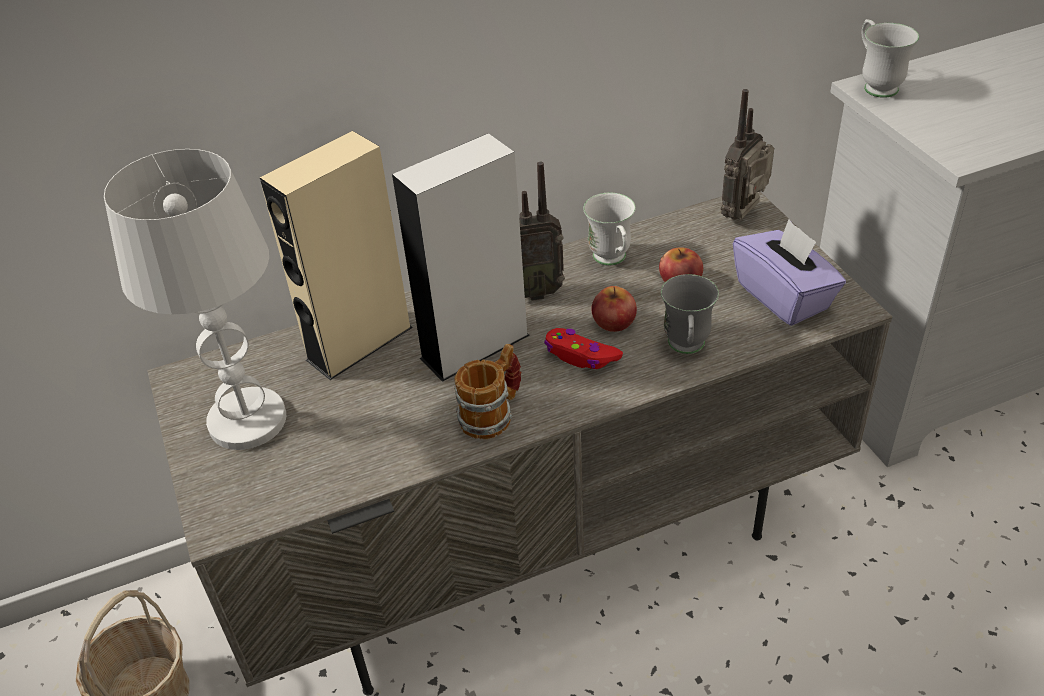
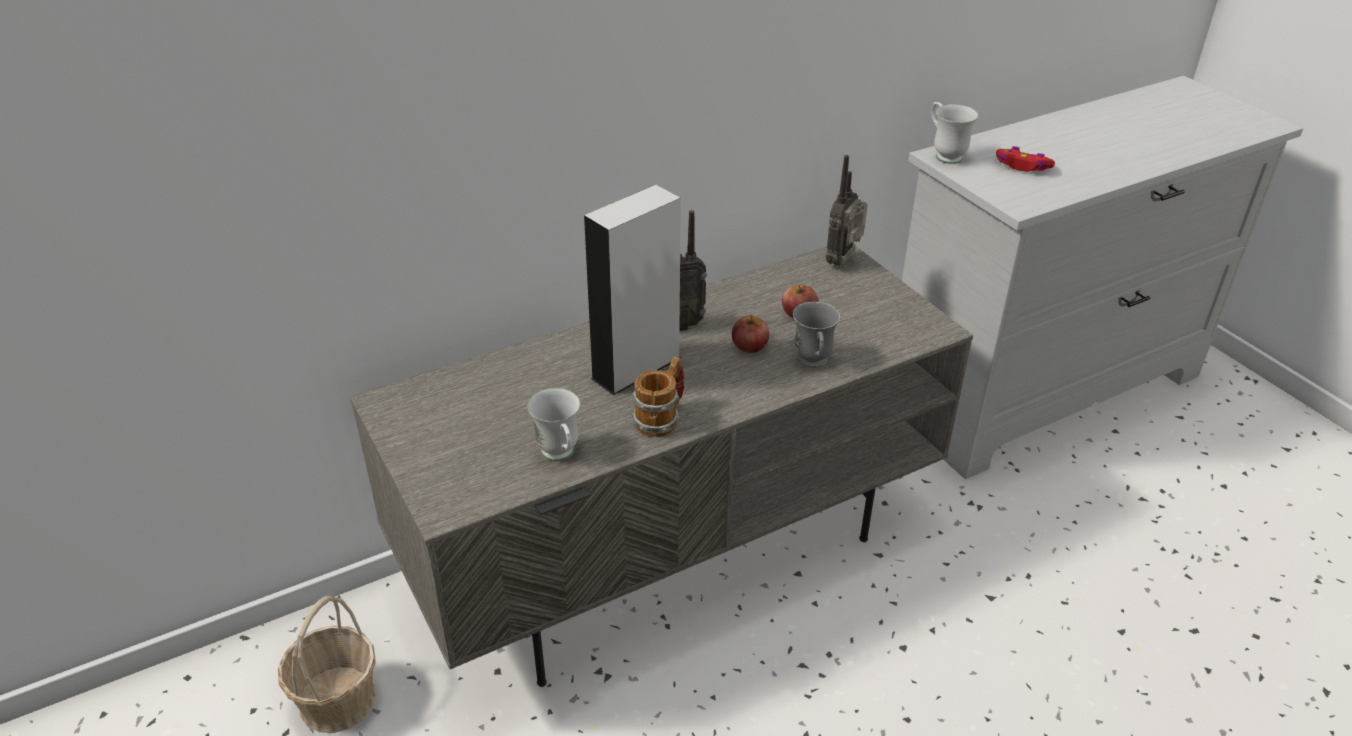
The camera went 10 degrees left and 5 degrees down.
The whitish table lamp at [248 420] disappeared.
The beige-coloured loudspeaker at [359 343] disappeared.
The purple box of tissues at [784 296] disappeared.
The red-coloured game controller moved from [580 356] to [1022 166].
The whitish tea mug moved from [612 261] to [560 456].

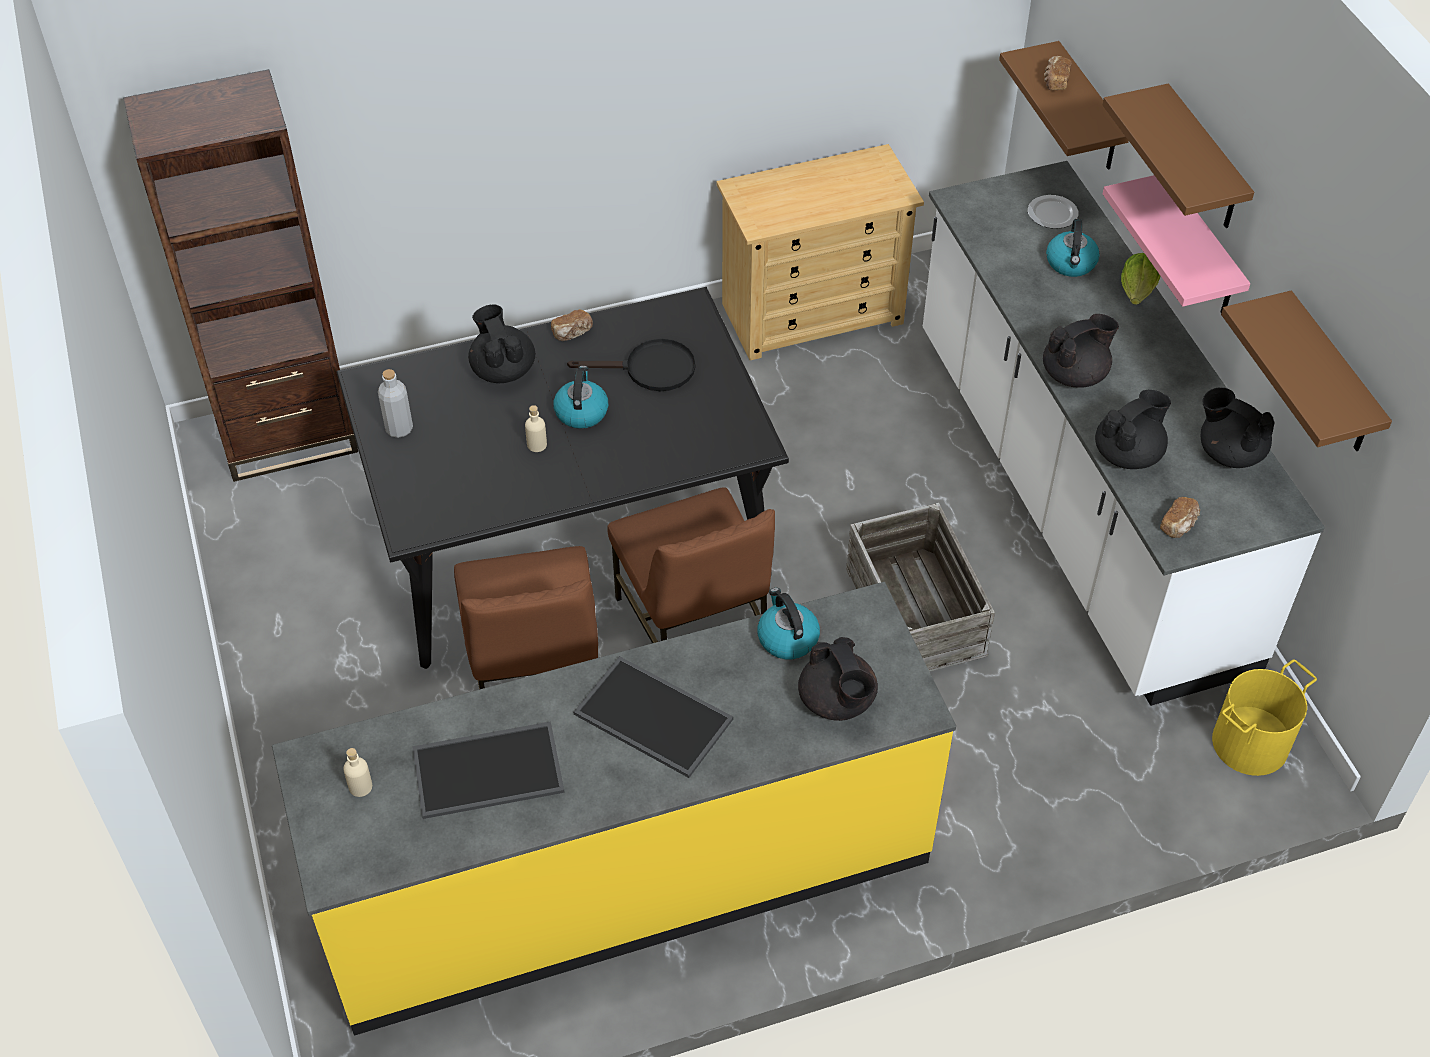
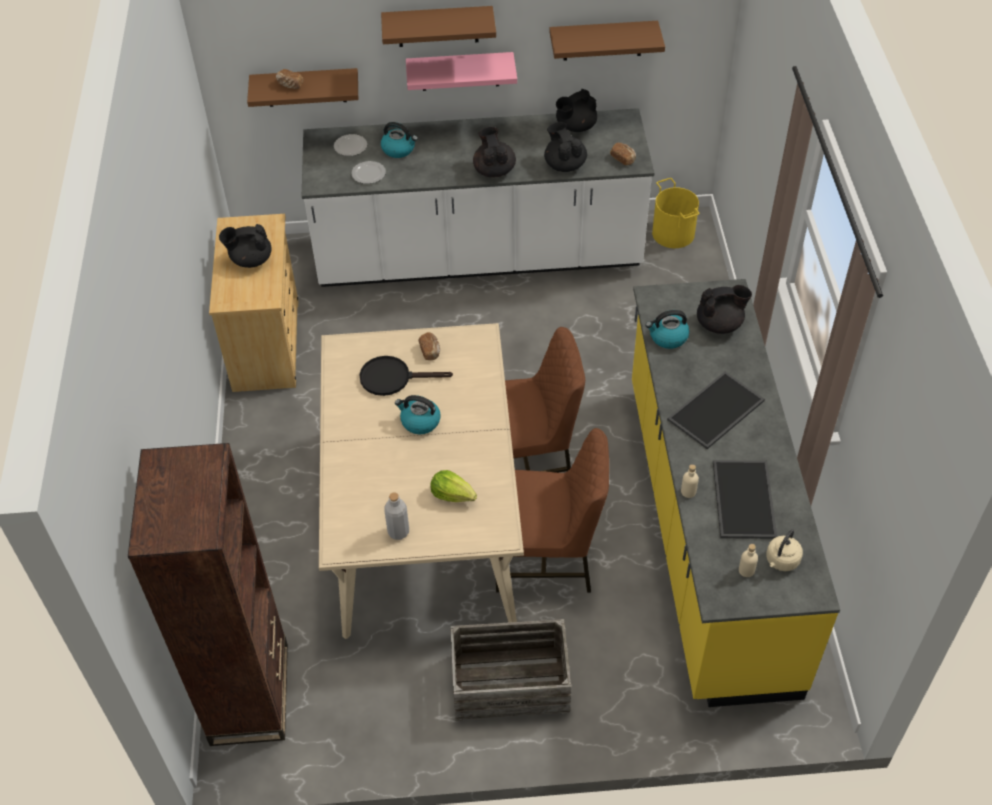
The camera went 75 degrees left and 0 degrees up.
The flat dish at [369 173] appeared.
The beige-coloured water kettle at [781 561] appeared.
The black pot for tea moved from [503 369] to [250 260].
The beige-coloured drink bottle moved from [537 445] to [688 491].
The bakery bread moved from [572 333] to [430 351].
The shipping crate moved from [913 612] to [510 684].
The lettuce head moved from [1137 291] to [453 494].
The black dining table at [571 537] became the beige-coloured dining table at [423 517].
The black skillet at [650 369] turned 105 degrees counterclockwise.

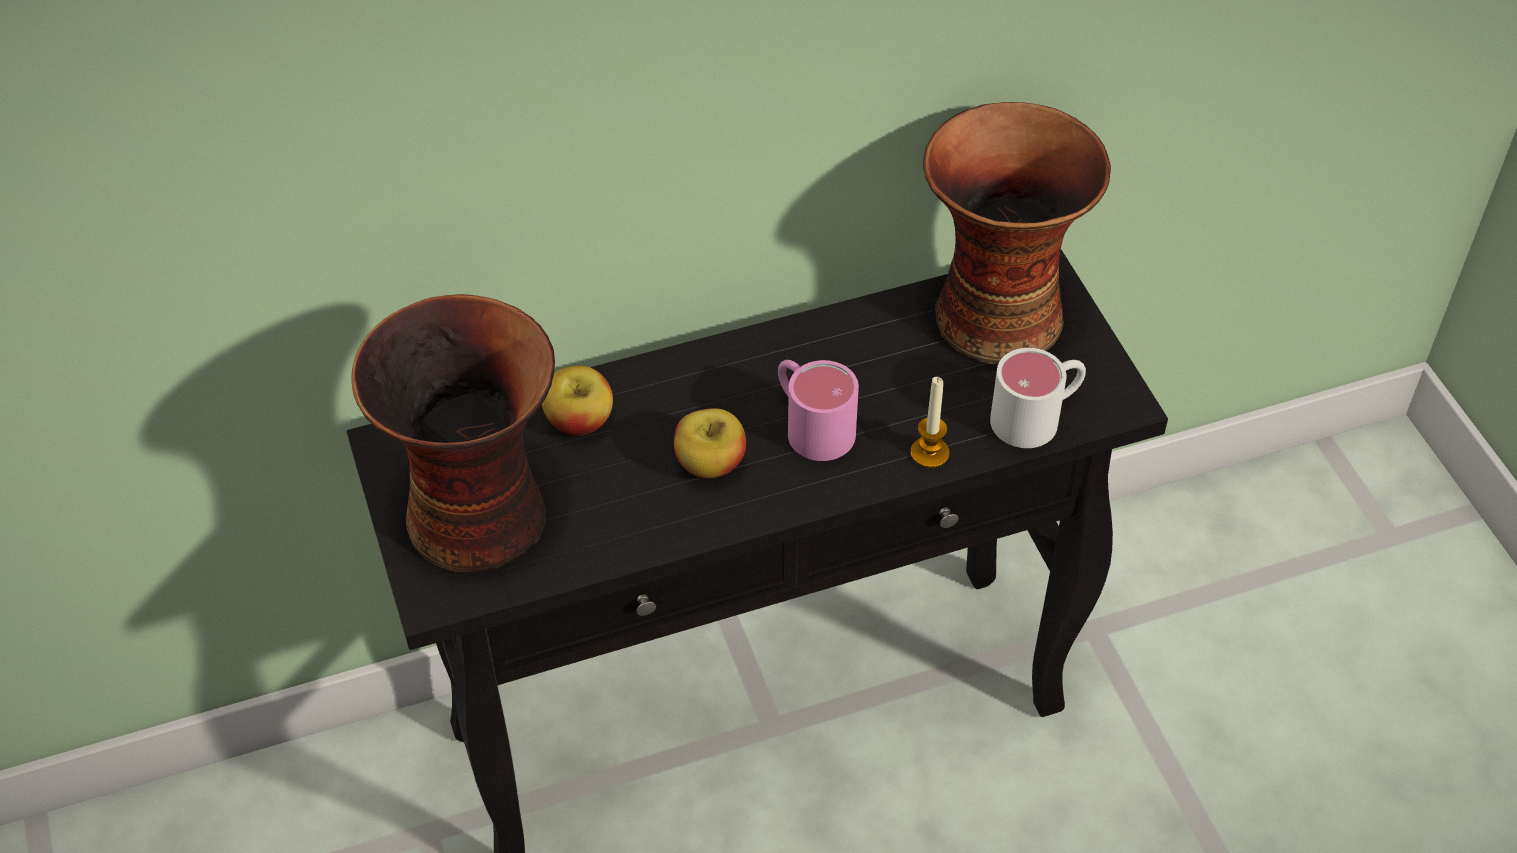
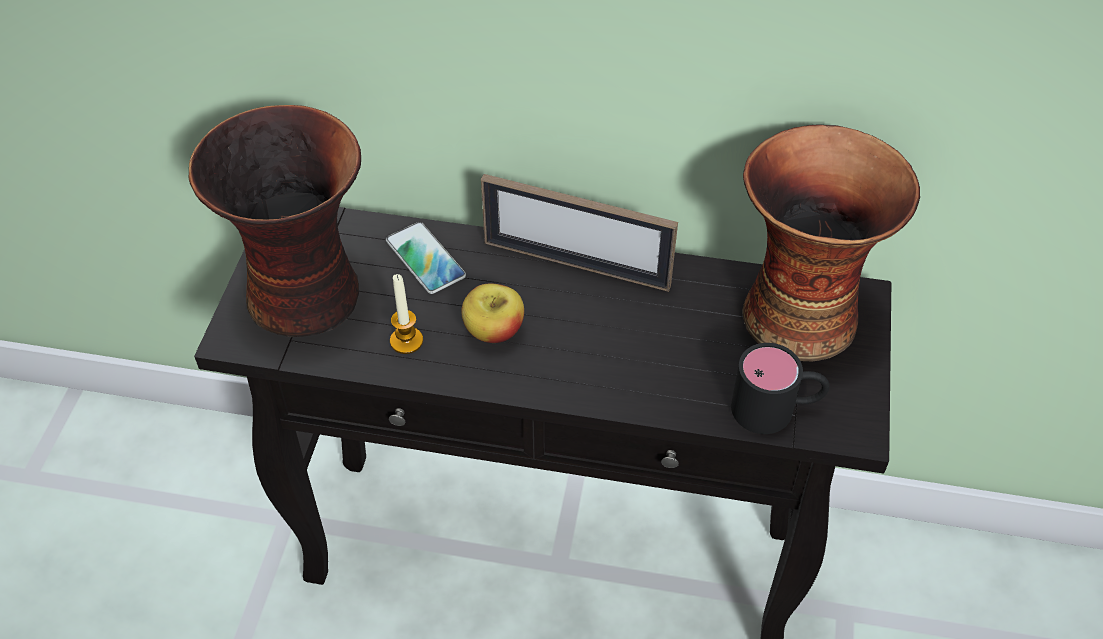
The camera went 30 degrees right and 0 degrees up.
The pink tea mug at [811 424] disappeared.
The standing frame at [576 264] appeared.
The wax light moved from [929 453] to [406 341].
The whole apple at [579 421] was replaced by the phone at [425 259].
The whitish tea mug at [1038 416] became the black tea mug at [776 409].

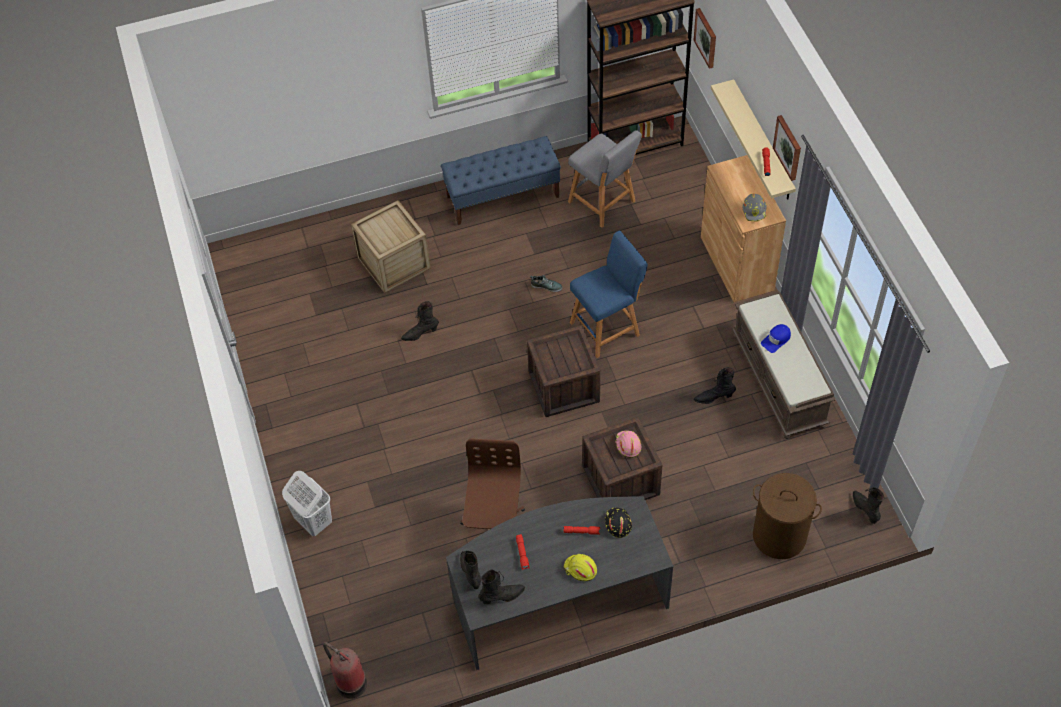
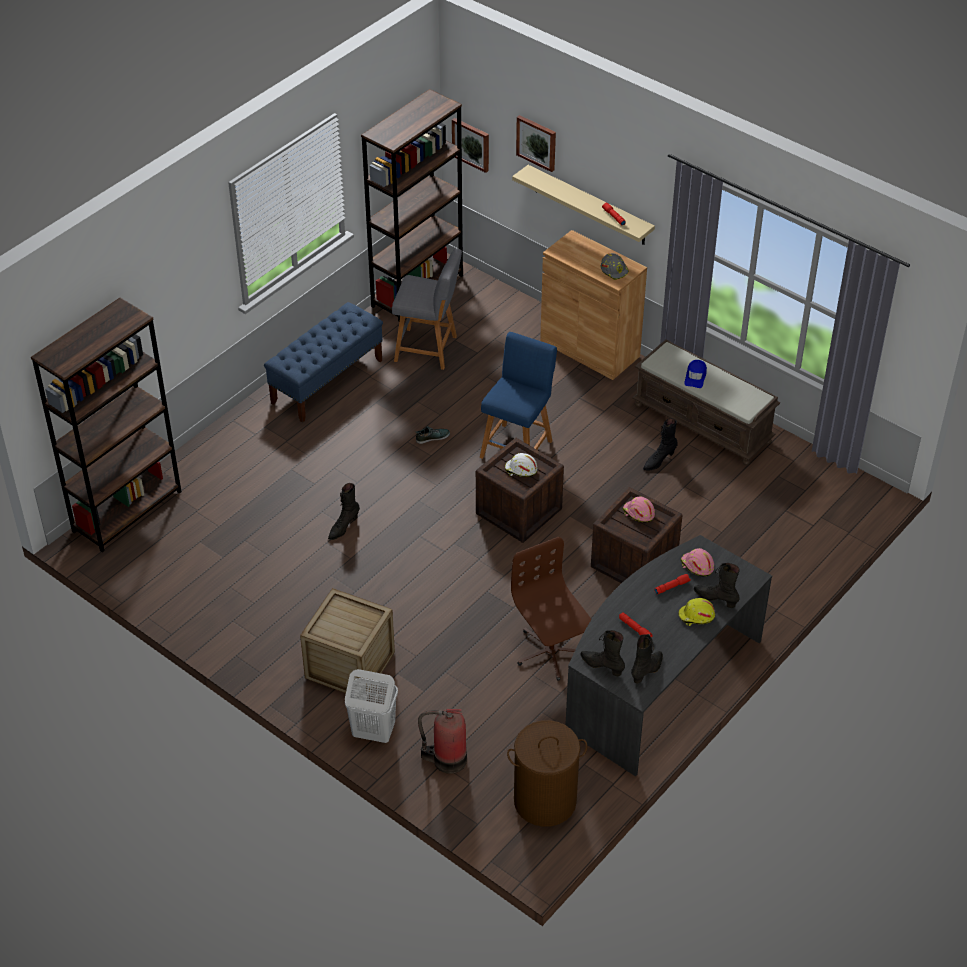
The camera went 35 degrees left and 10 degrees down.
The brownish shelving unit at [127 511] appeared.
The whitish work helmet at [521 470] appeared.
The fire extinguisher moved from [349 682] to [447 759].
The shipping crate moved from [394 263] to [350 665].
The brownish laundry basket moved from [779 535] to [544 801].
The picture moved from [788 147] to [537 142].
The black tall boot moved from [865 509] to [715 599].
The black work helmet at [617 523] became the pink work helmet at [697 566].

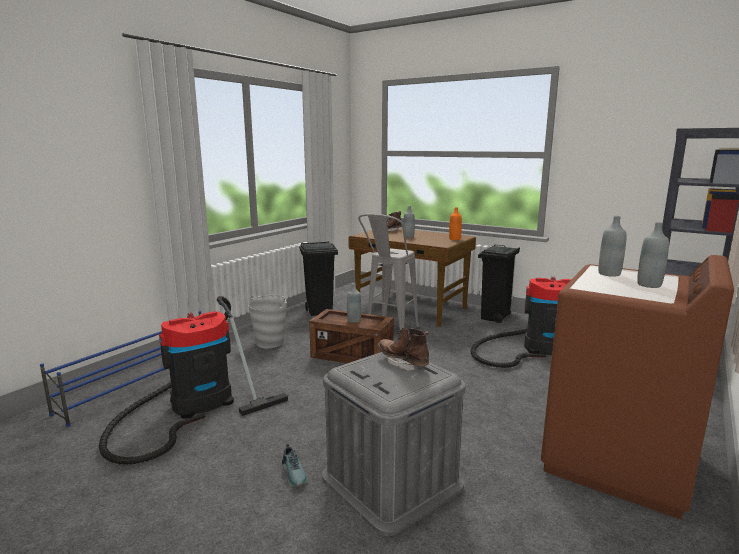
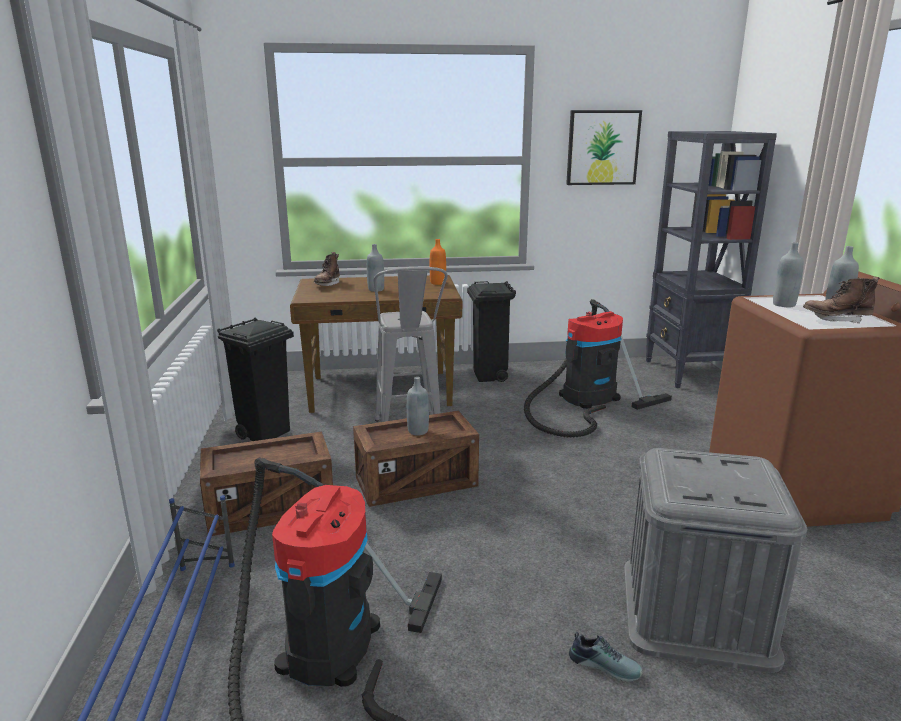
The camera went 40 degrees left and 5 degrees up.
The picture at [602 147] appeared.
The brownish tall boot moved from [402 363] to [836 320].
The greyish bucket at [270 342] was replaced by the shipping crate at [271 509].

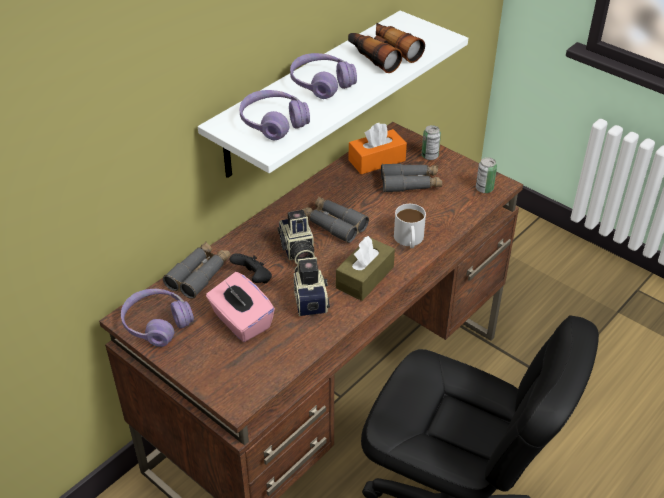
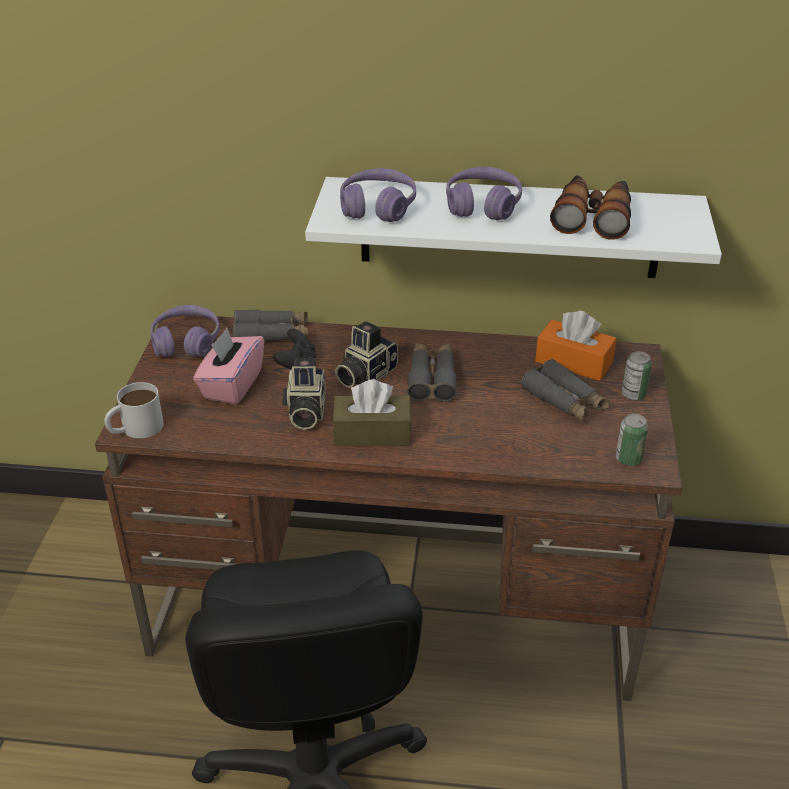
The camera went 55 degrees right and 5 degrees down.
The whitish tea mug moved from [409 240] to [135 429].
The photo camera at [310 298] turned 135 degrees clockwise.

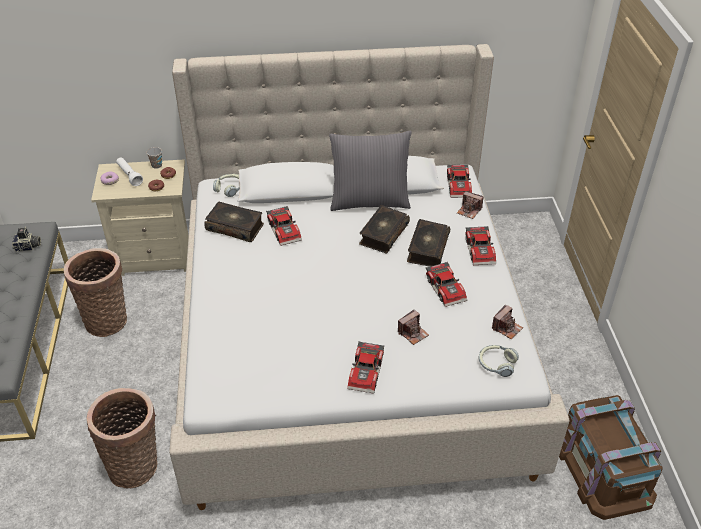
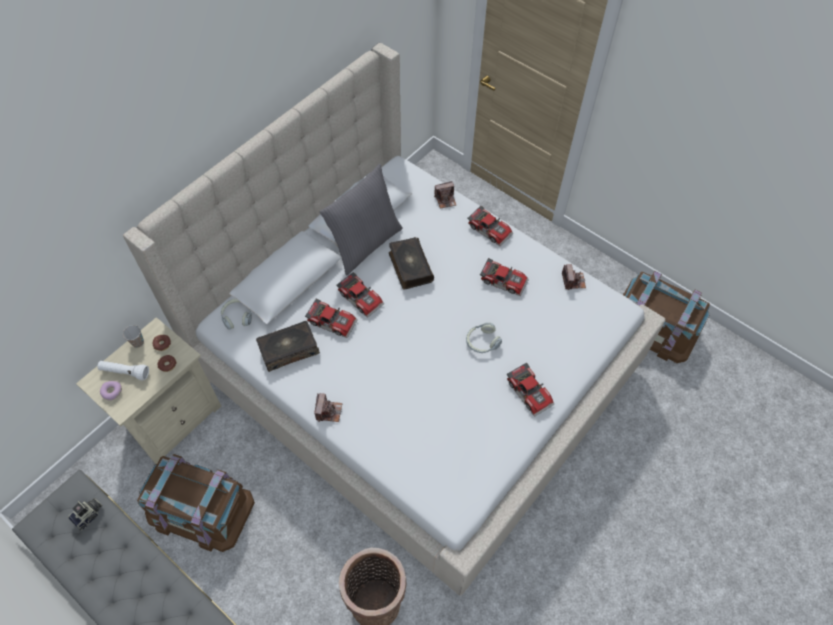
The camera went 45 degrees left and 15 degrees up.
The bound book at [427 249] disappeared.
The photo camera moved from [413 333] to [328 411].
The miniature car moved from [460 185] to [361 297].
The pair of headphones moved from [496 364] to [482 342].
The storage basket at [107 319] was replaced by the brownish storage bin at [200 509].

